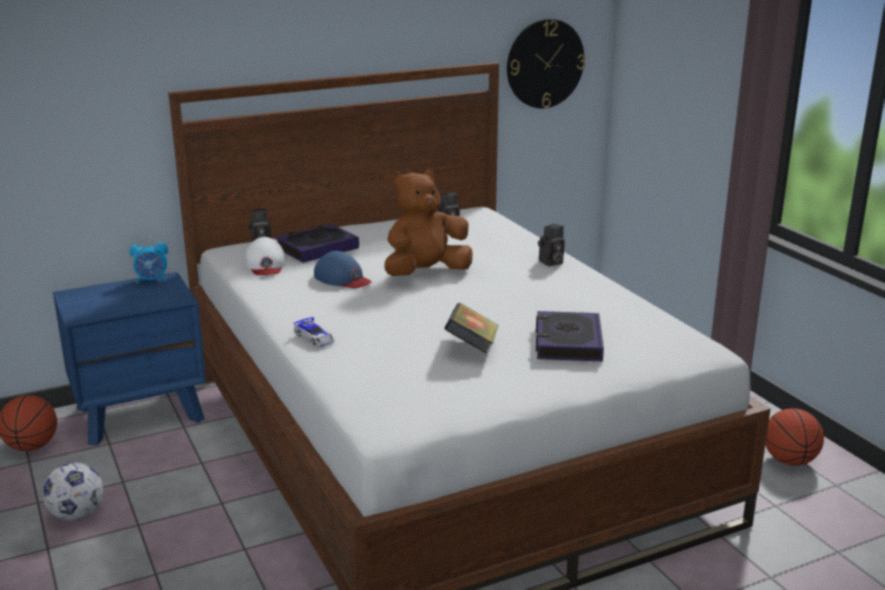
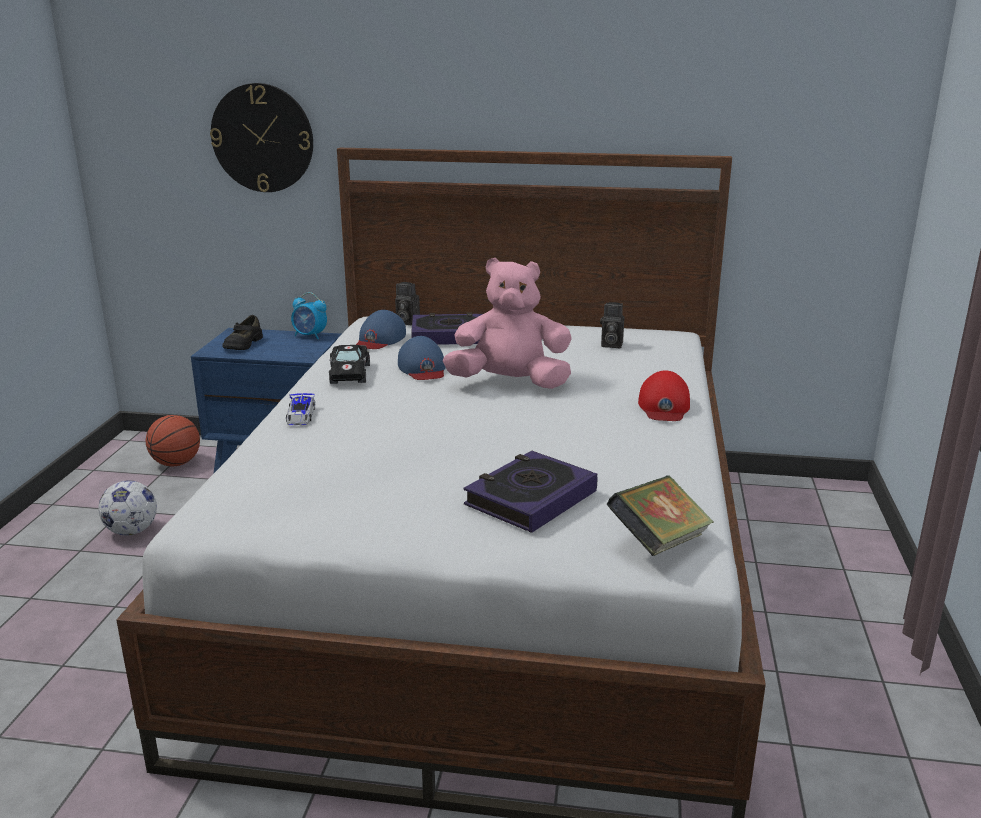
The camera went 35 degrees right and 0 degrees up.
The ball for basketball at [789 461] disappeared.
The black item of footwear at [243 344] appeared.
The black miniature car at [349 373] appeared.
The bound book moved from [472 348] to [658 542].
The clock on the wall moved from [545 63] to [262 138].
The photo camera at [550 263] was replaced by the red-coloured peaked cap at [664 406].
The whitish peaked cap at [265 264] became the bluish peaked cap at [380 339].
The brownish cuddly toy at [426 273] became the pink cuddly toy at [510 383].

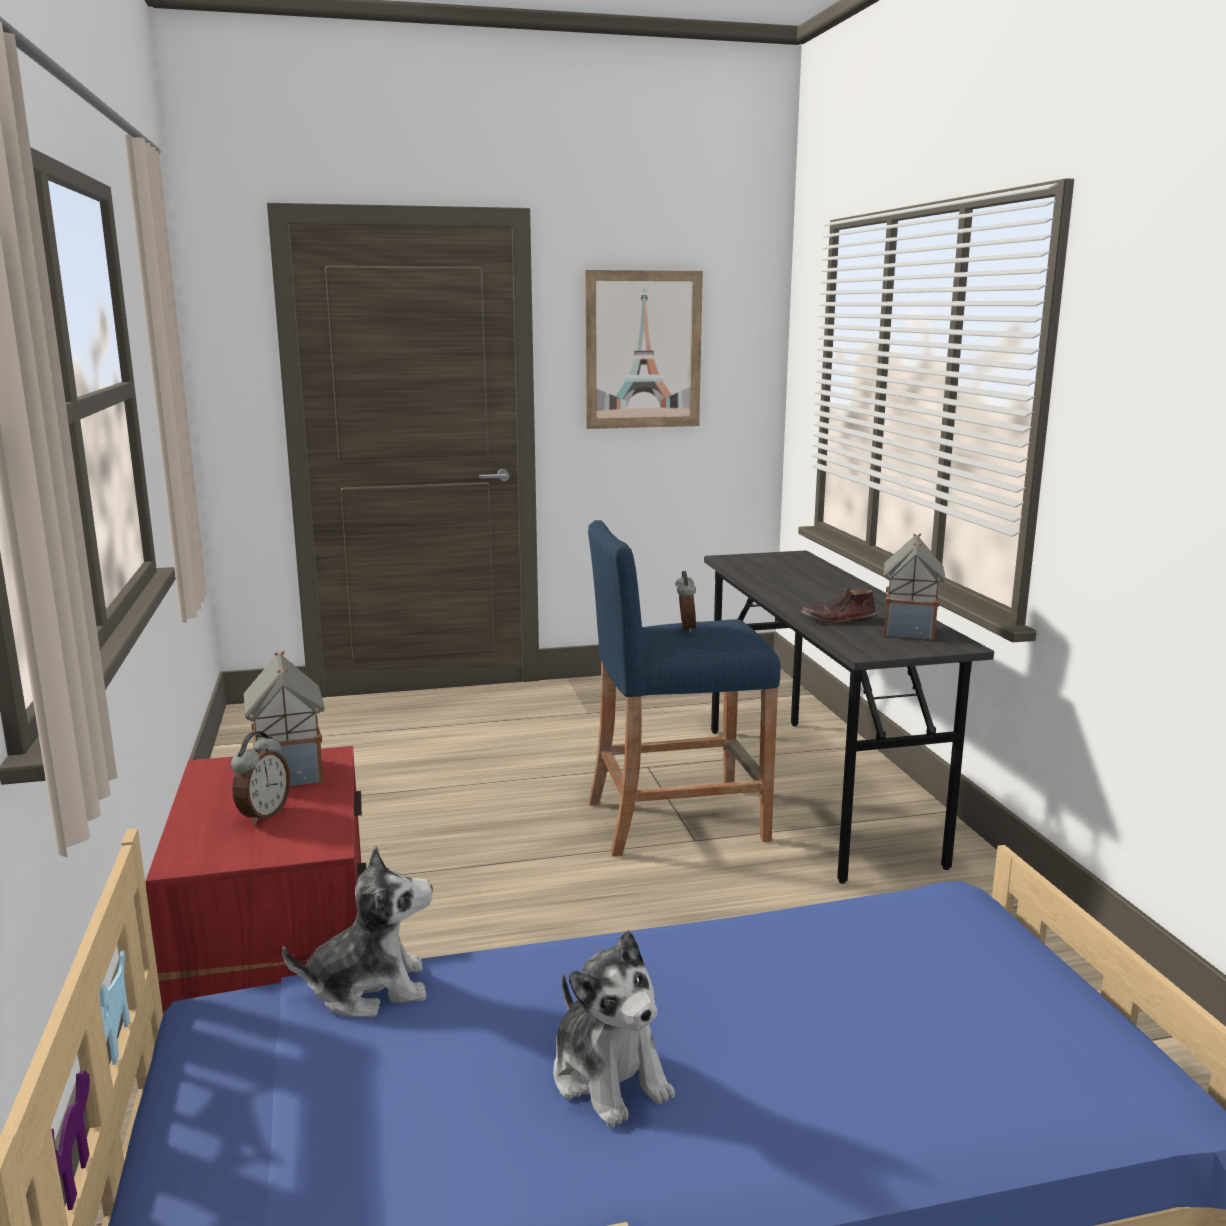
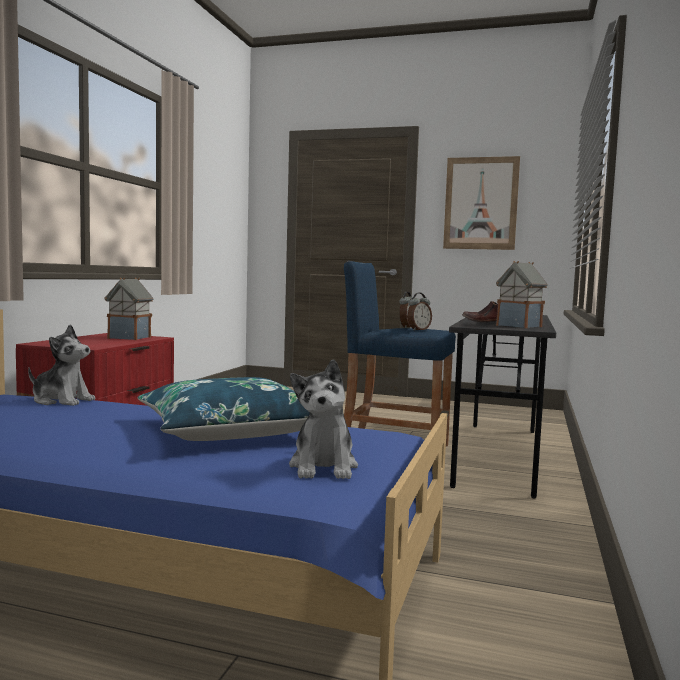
The camera went 30 degrees right and 10 degrees down.
The bluish throw pillow at [230 431] appeared.
The bedside clock moved from [263 814] to [418 330].
The cuddly toy moved from [609 1077] to [324 467].

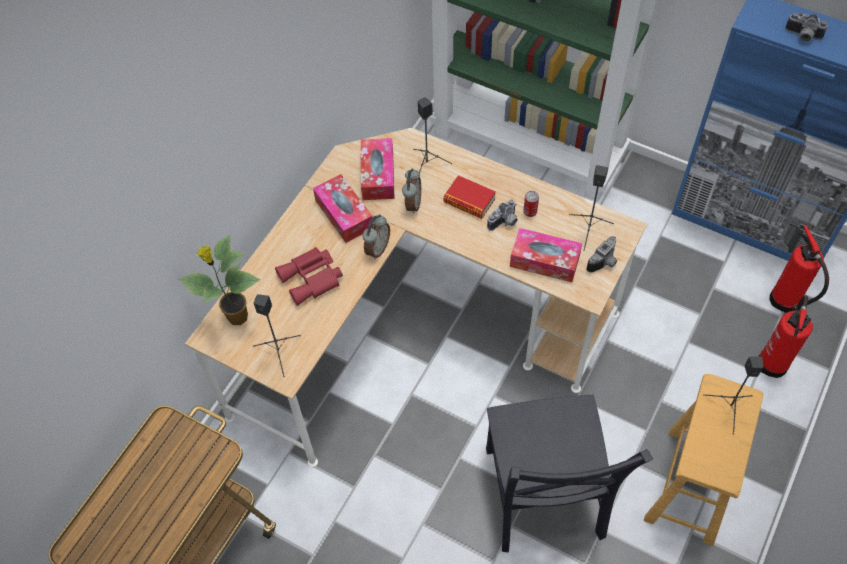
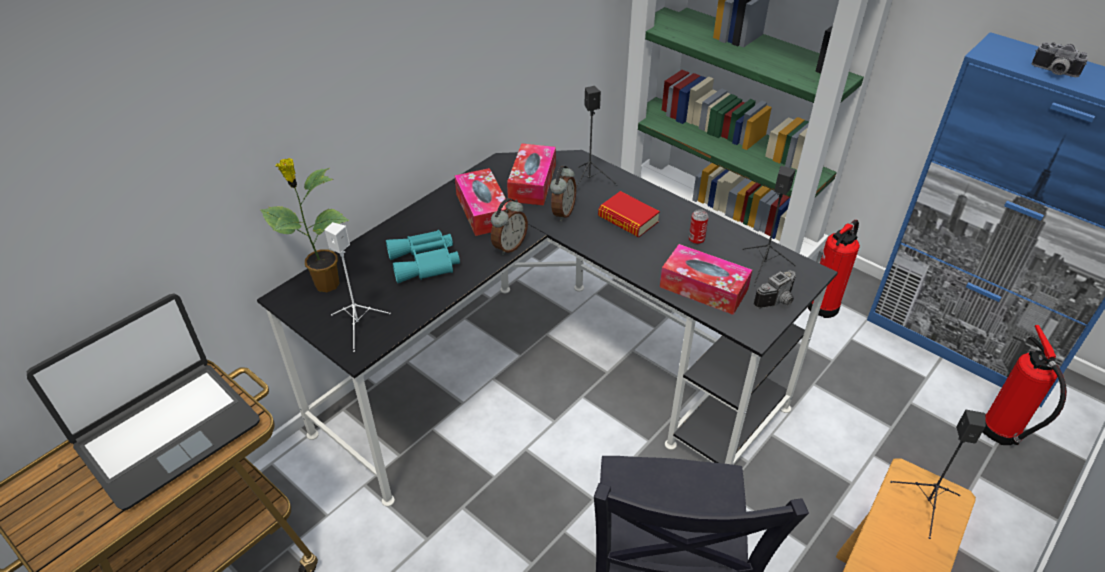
The camera went 10 degrees right and 15 degrees down.
The photo camera at [504 222] disappeared.
The portable computer at [167 433] appeared.
The fire extinguisher moved from [774 361] to [825 305].
The beige-coloured desk unit at [414 325] became the black desk unit at [548 379].
The black loudspeaker at [279 352] became the whitish loudspeaker at [359 325].
The red-coloured pair of binoculars at [312 279] became the turquoise pair of binoculars at [425 263].

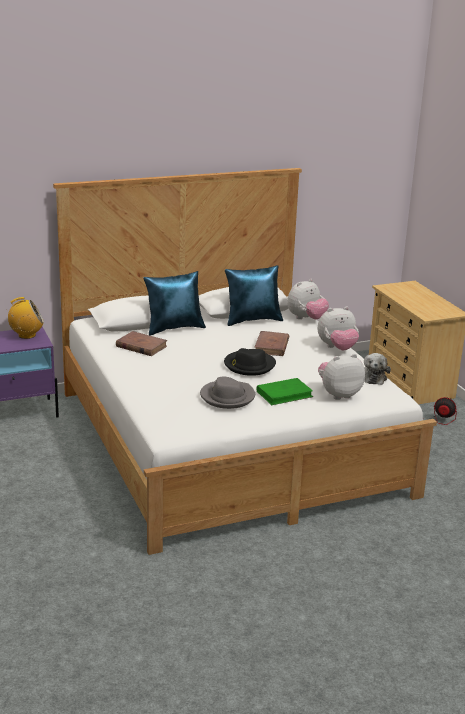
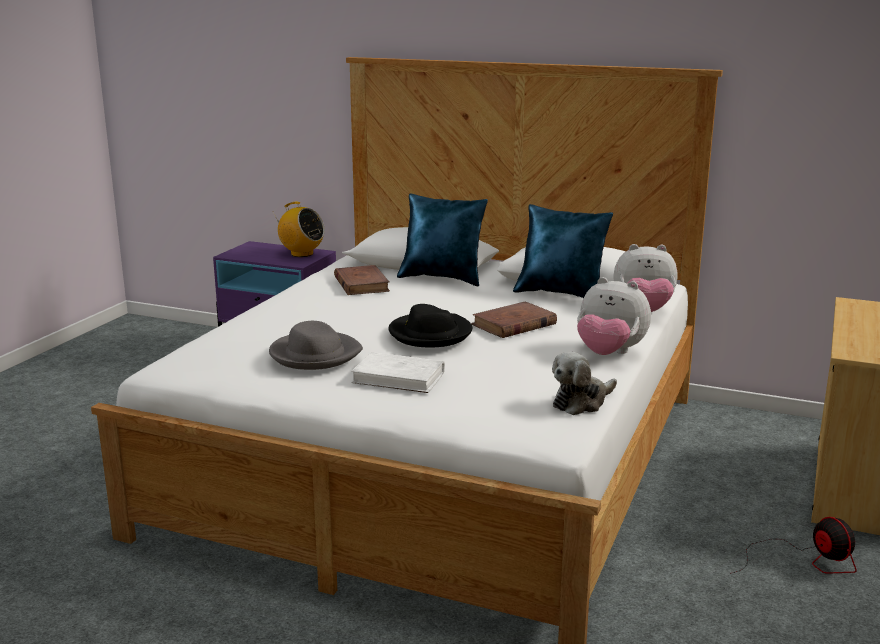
The camera went 45 degrees right and 5 degrees down.
The cuddly toy at [338 394] disappeared.
The green-coloured bound book at [284 394] became the whitish bound book at [399 377].

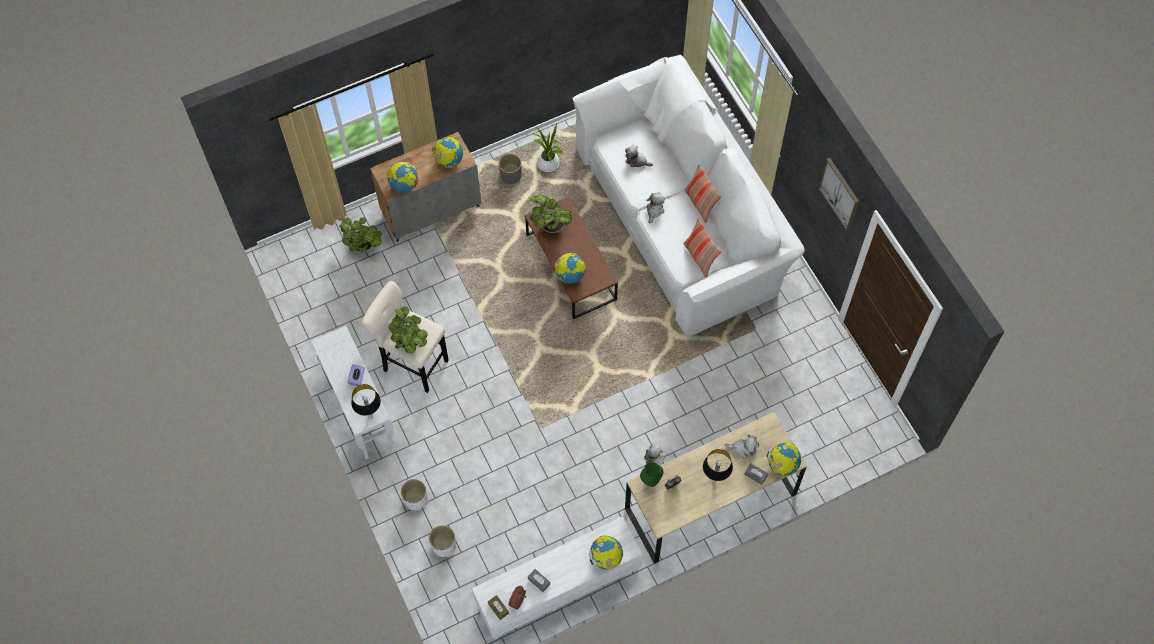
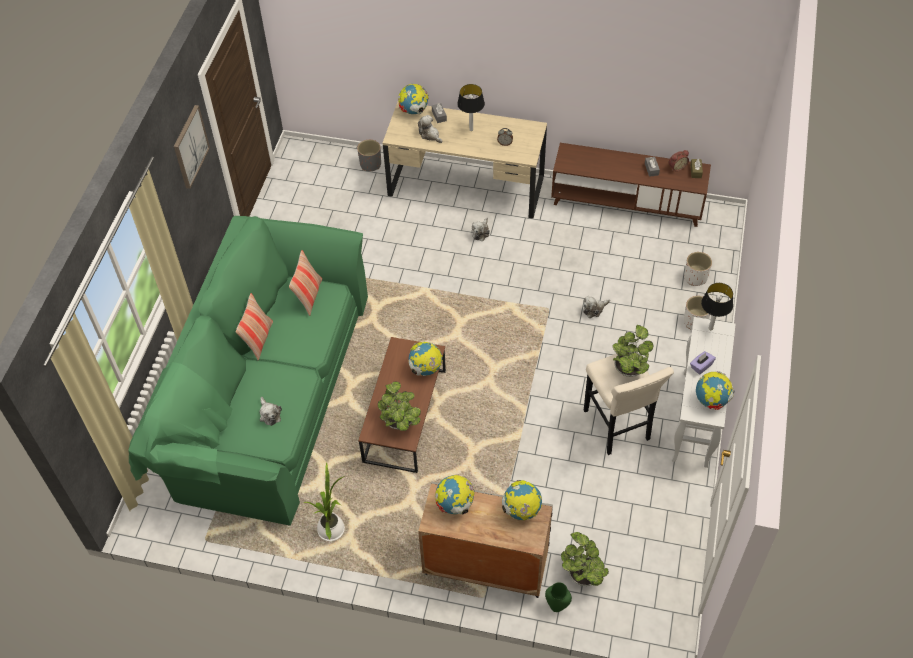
The camera went 140 degrees left and 10 degrees down.
The greyish flower pot moved from [511 176] to [370 164].
The desk globe moved from [605 558] to [711 400].
The green-coloured flower vase moved from [651 481] to [557 605].
The cuddly toy moved from [654 210] to [594 309].
The whitish tv stand at [558 587] became the brownish tv stand at [627 202].
The whitish settee at [681 216] became the green-coloured settee at [266 393].

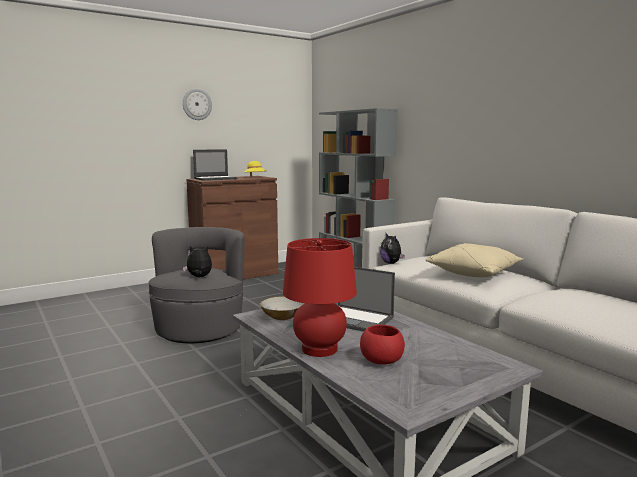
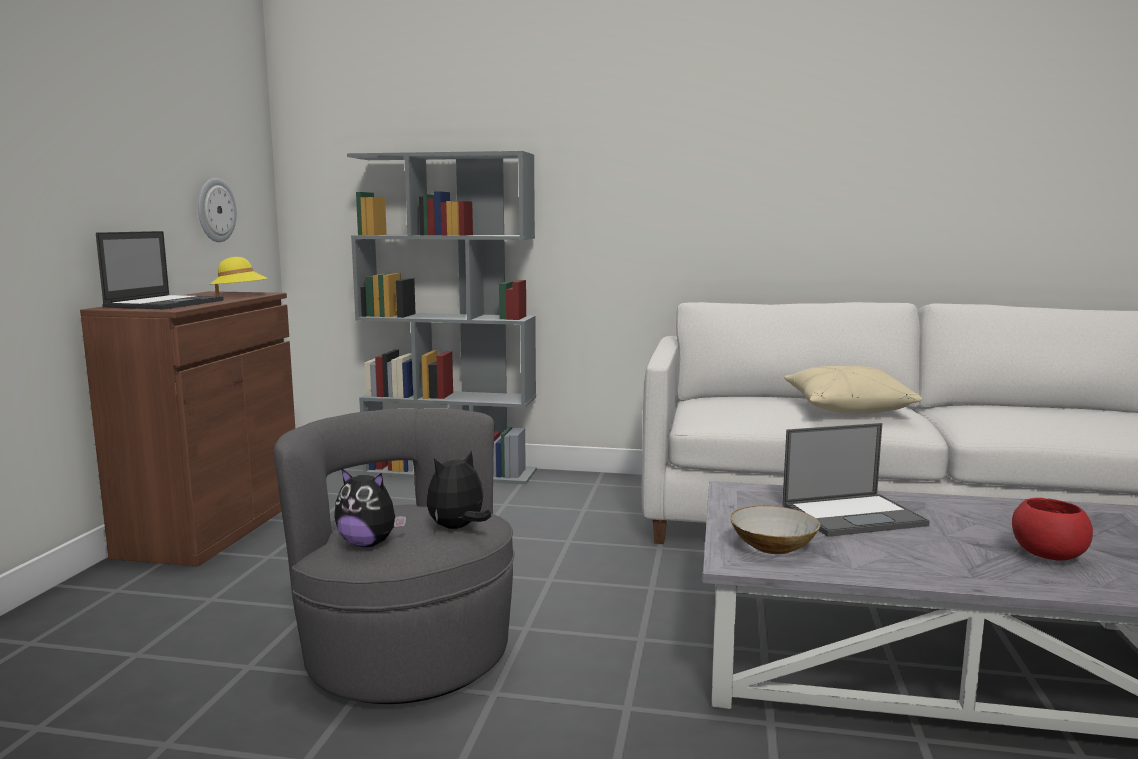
The camera went 45 degrees left and 0 degrees up.
The red-coloured table lamp at [319 349] disappeared.
The clock on the wall moved from [197 104] to [215 210].
The cuddly toy moved from [391 263] to [368 543].

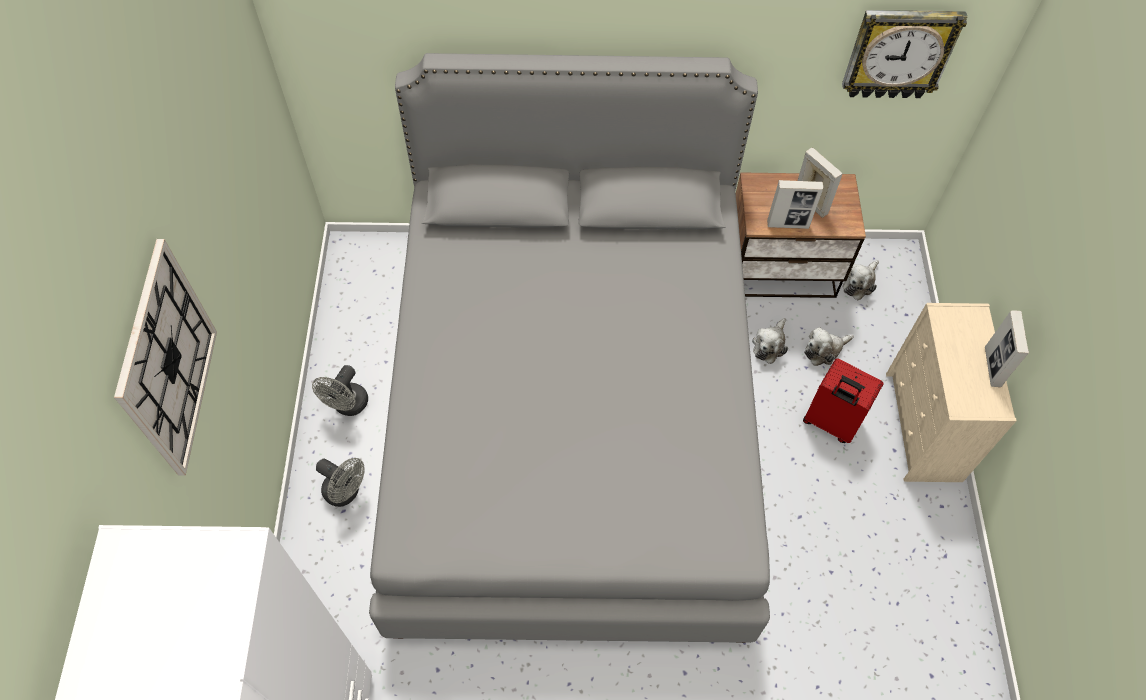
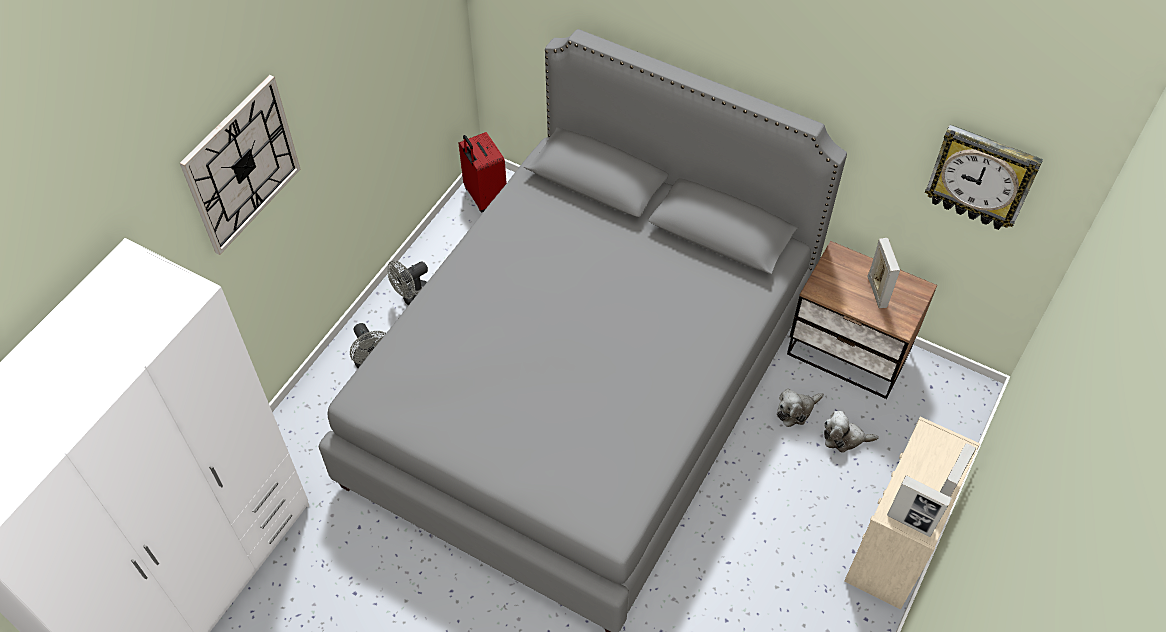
The camera went 30 degrees right and 5 degrees down.
The cuddly toy at [859 283] disappeared.
The standing frame moved from [788 224] to [910 522].
The red-coloured piece of luggage moved from [830 423] to [484 197].

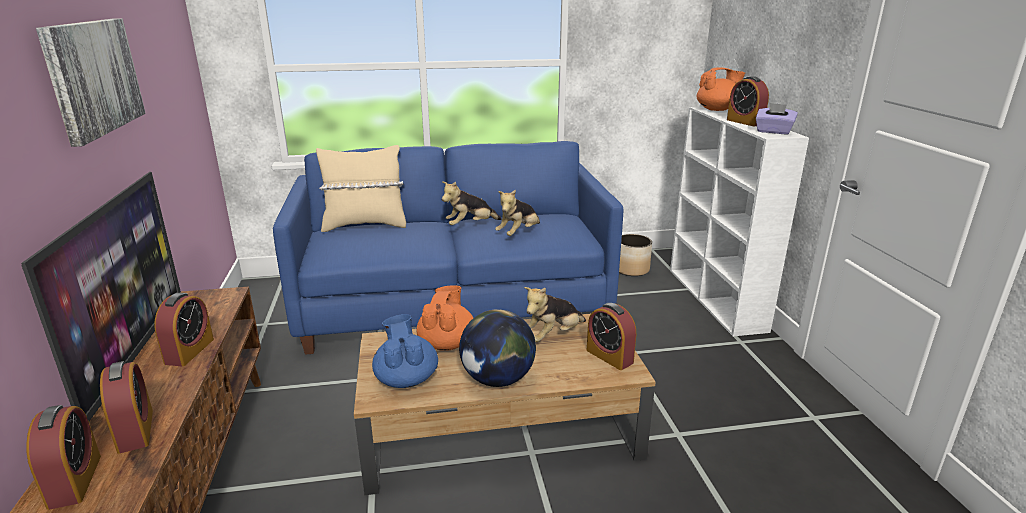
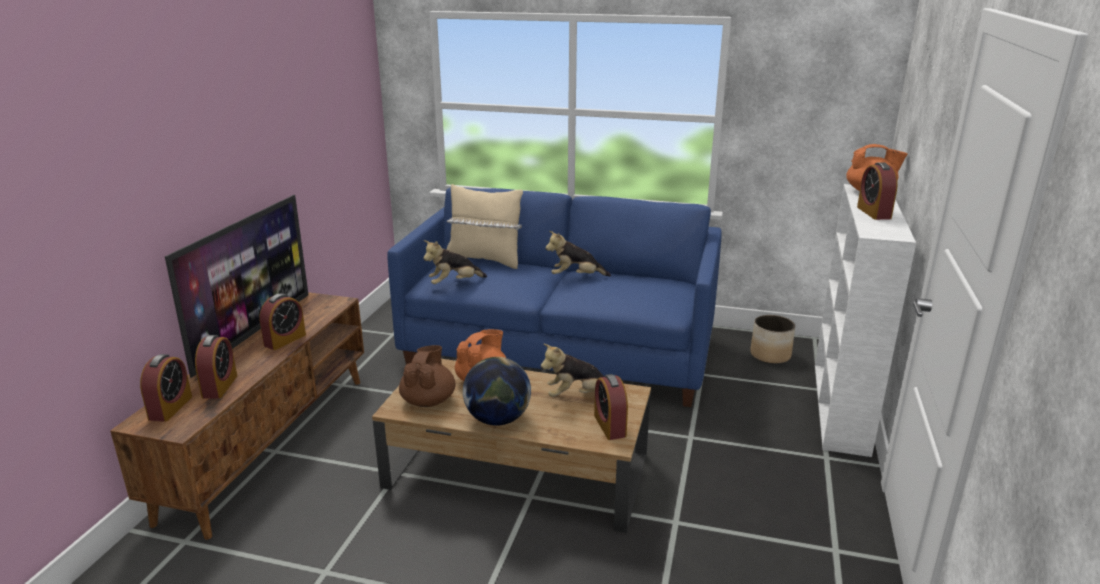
The camera went 25 degrees right and 0 degrees up.
The picture at [93 77] disappeared.
The purple box of tissues at [773 131] disappeared.
The cuddly toy moved from [518 233] to [454 283].
The bluish pot for tea at [406 379] became the brownish pot for tea at [428 400].

